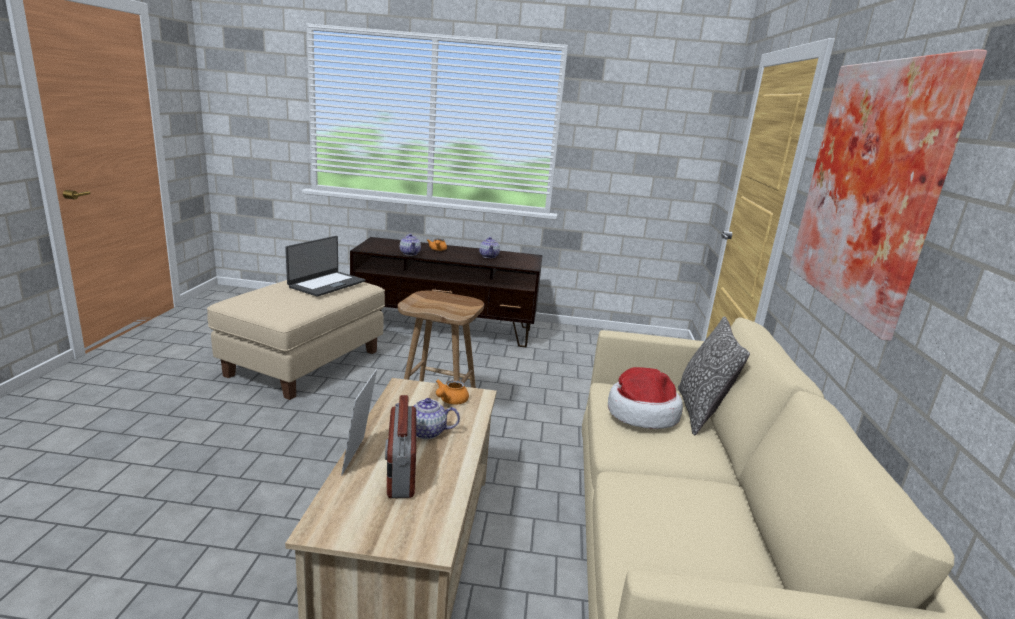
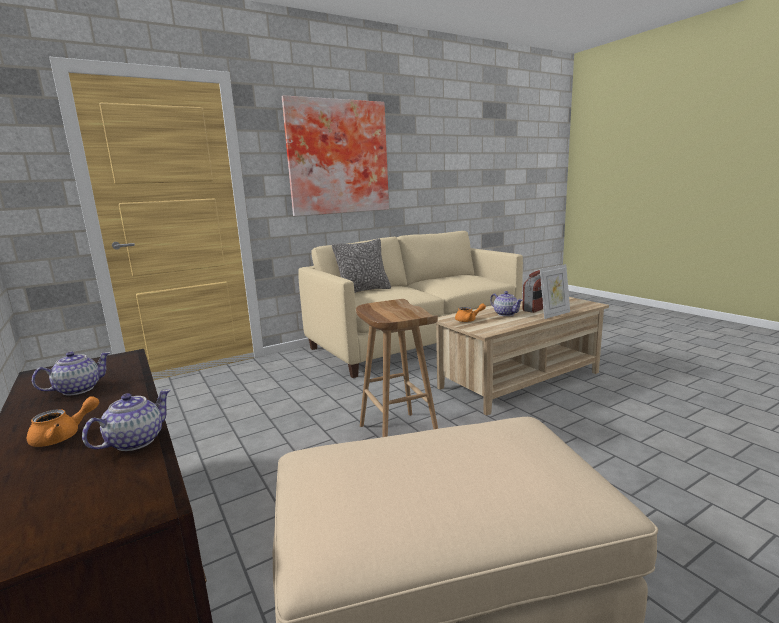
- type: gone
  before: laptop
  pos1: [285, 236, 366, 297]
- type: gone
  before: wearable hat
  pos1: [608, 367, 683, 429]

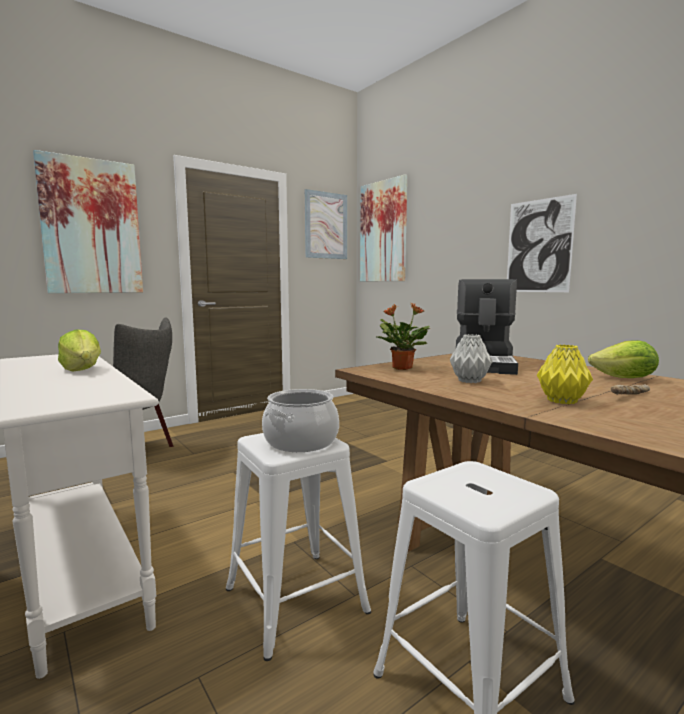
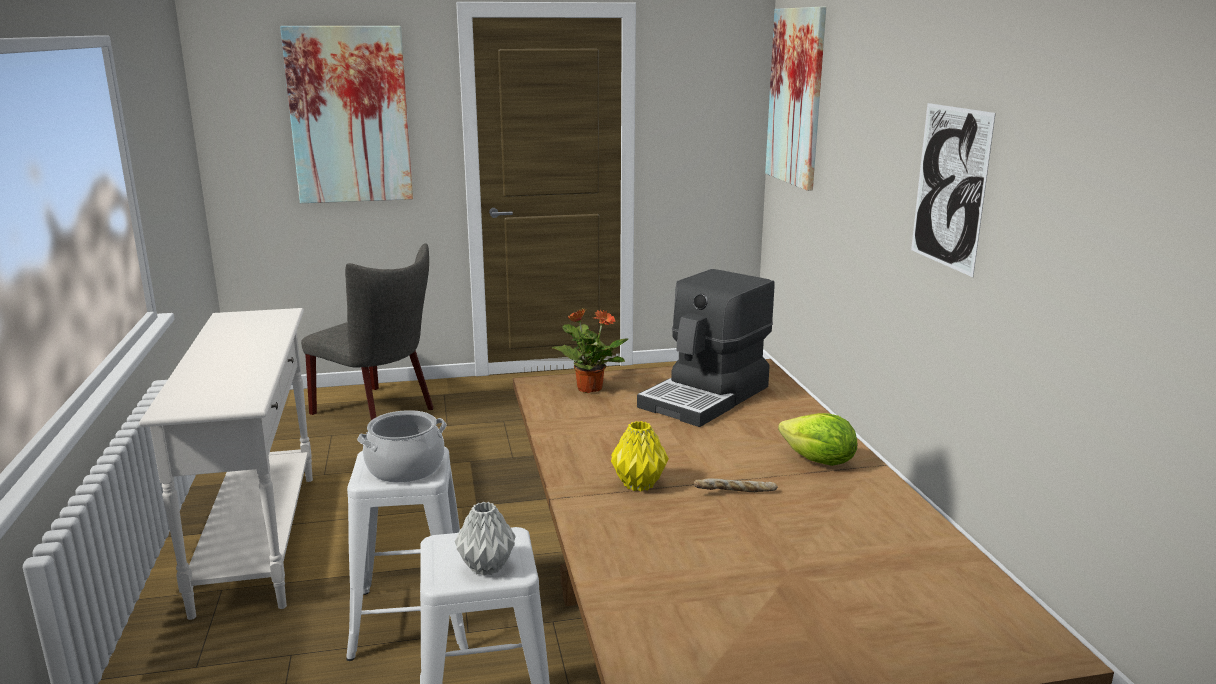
- type: gone
  before: lettuce head
  pos1: [58, 329, 101, 372]
- type: gone
  before: picture
  pos1: [305, 189, 347, 259]
- type: shifted
  before: decorative vase (greyish)
  pos1: [450, 334, 493, 383]
  pos2: [455, 502, 516, 576]

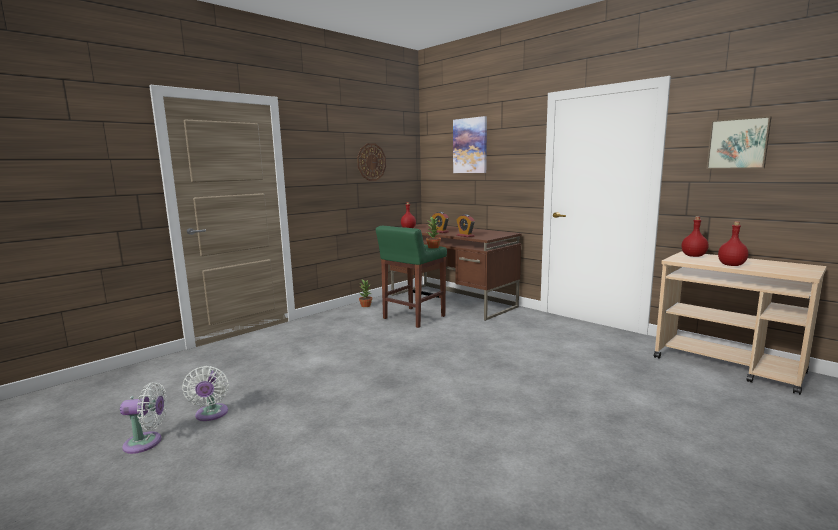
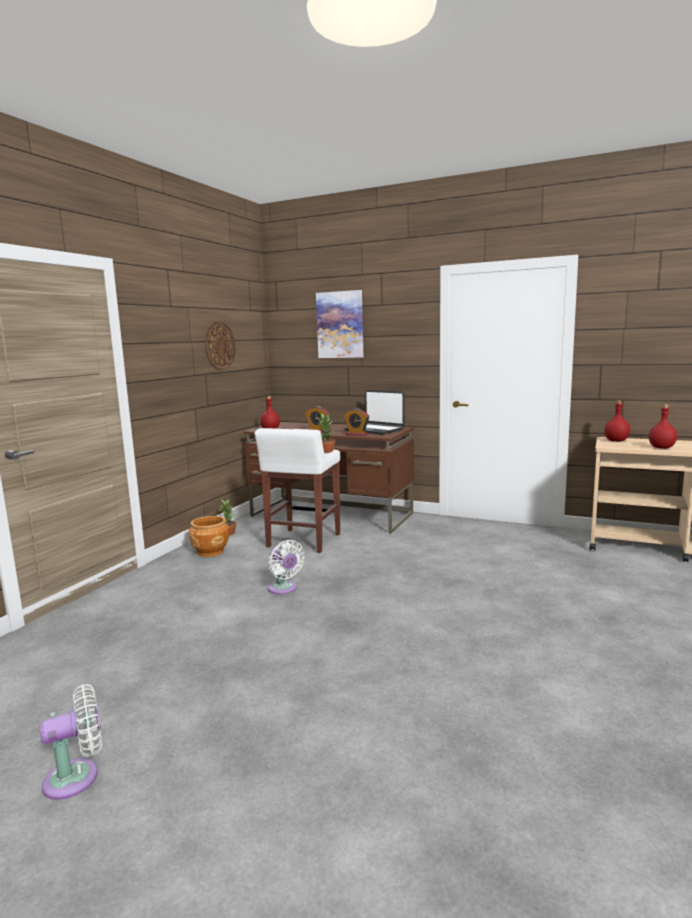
- type: gone
  before: picture
  pos1: [706, 116, 771, 169]
- type: new
  after: plant pot (brown)
  pos2: [189, 516, 229, 557]
- type: new
  after: laptop
  pos2: [344, 390, 405, 435]
- type: shifted
  before: electric fan (white-coloured)
  pos1: [182, 366, 229, 421]
  pos2: [268, 540, 305, 594]
- type: repainted
  before: stool (green-coloured)
  after: stool (white-coloured)
  pos1: [376, 226, 447, 328]
  pos2: [255, 428, 340, 553]

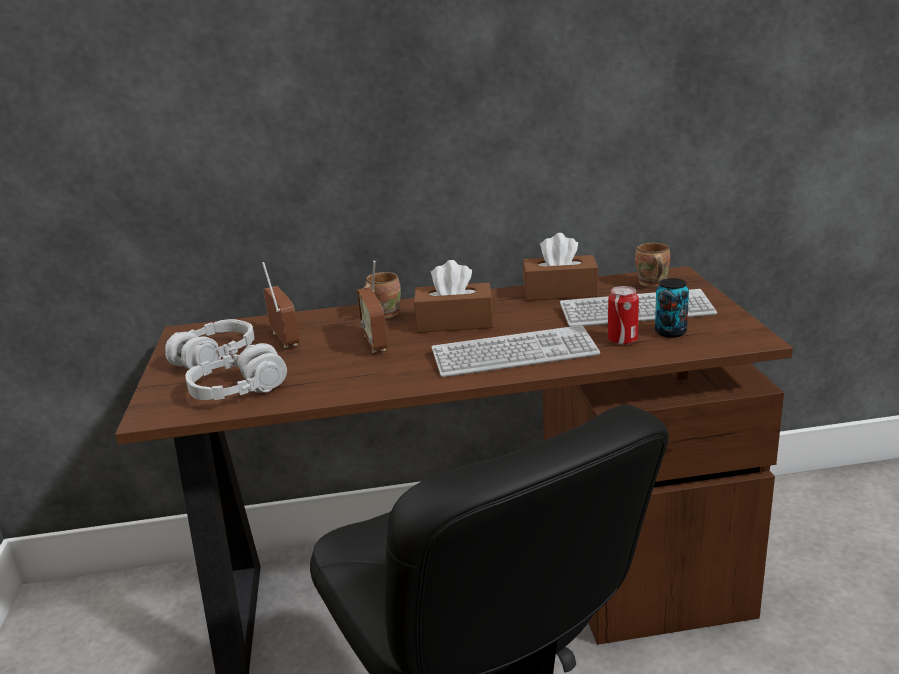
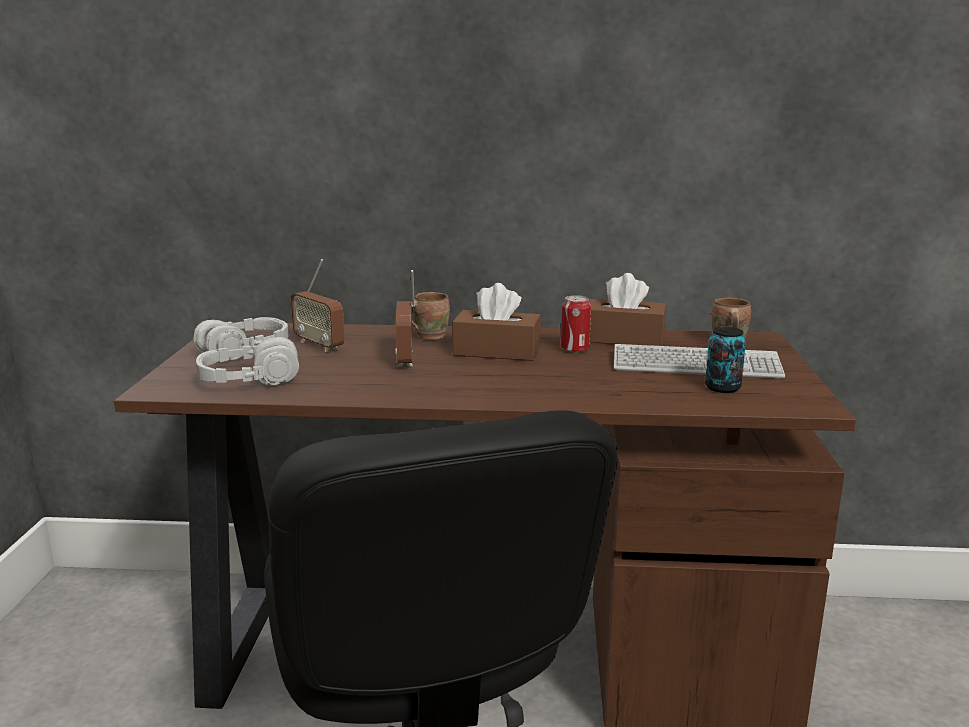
- type: gone
  before: computer keyboard
  pos1: [431, 325, 600, 377]
- type: shifted
  before: can
  pos1: [608, 286, 639, 345]
  pos2: [561, 295, 591, 353]
- type: rotated
  before: radio receiver
  pos1: [262, 262, 300, 348]
  pos2: [291, 259, 345, 352]
  turn: 150

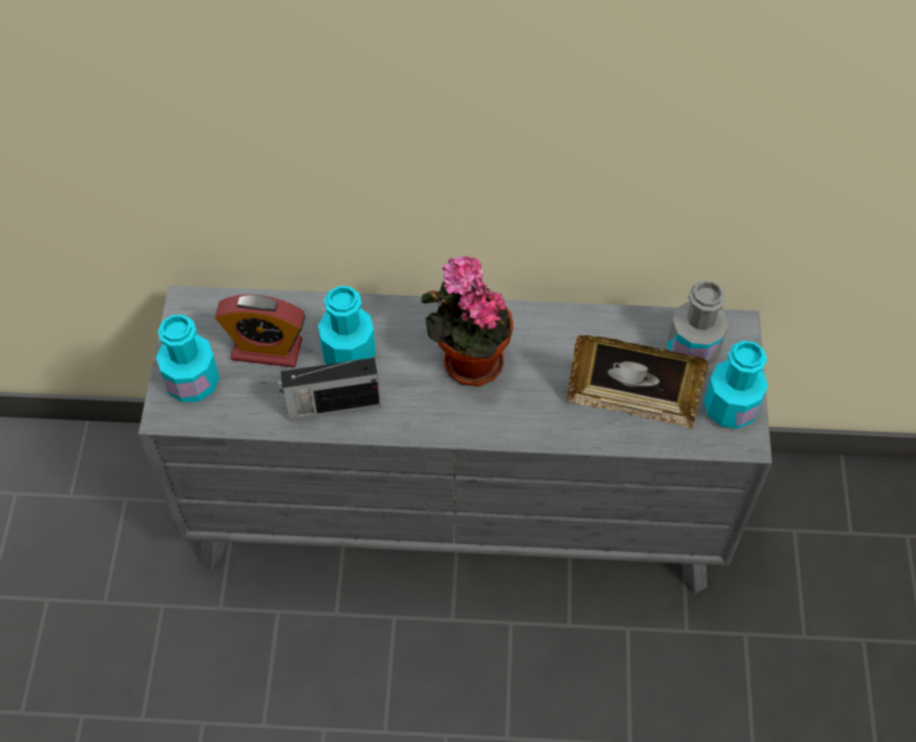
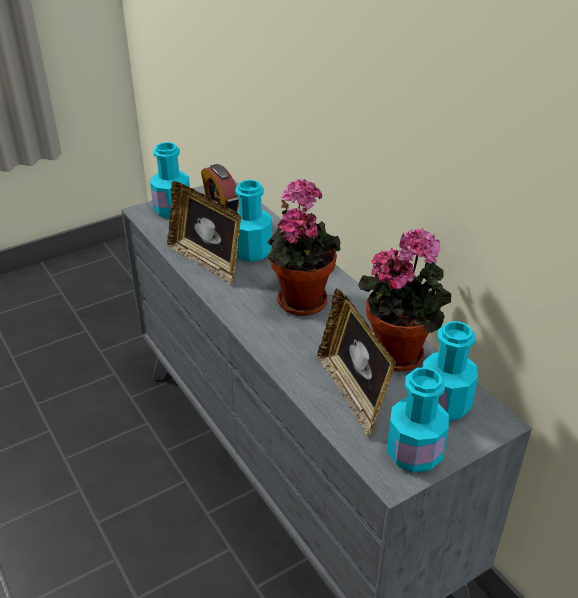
- type: new
  after: houseplant
  pos2: [358, 228, 451, 371]
- type: swapped
  before: radio receiver
  after: photo frame
  pos1: [278, 358, 380, 421]
  pos2: [167, 181, 241, 285]
- type: repainted
  before: beverage bottle (greyish)
  after: beverage bottle (turquoise)
  pos1: [667, 281, 729, 365]
  pos2: [423, 321, 478, 421]

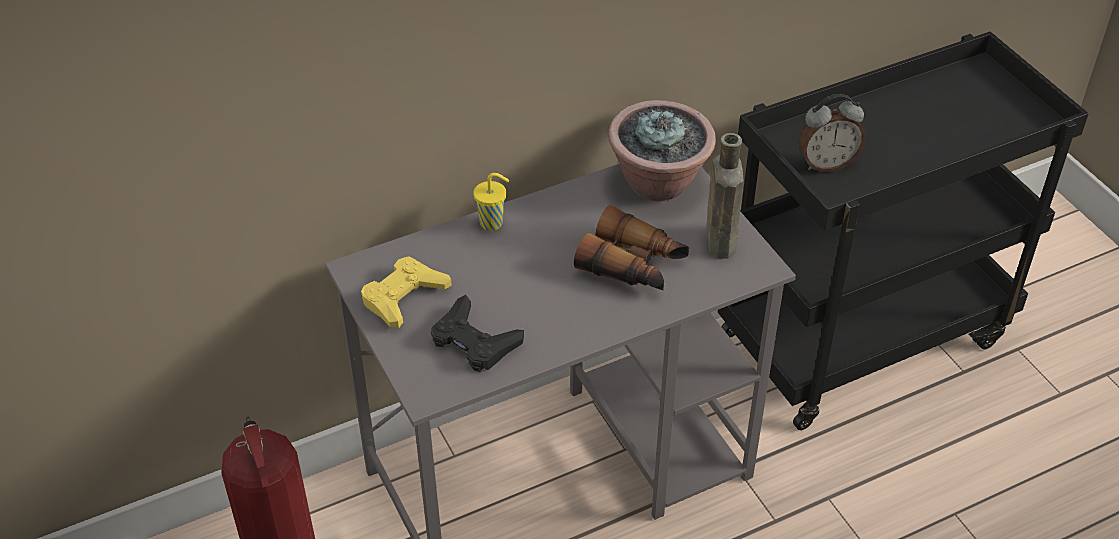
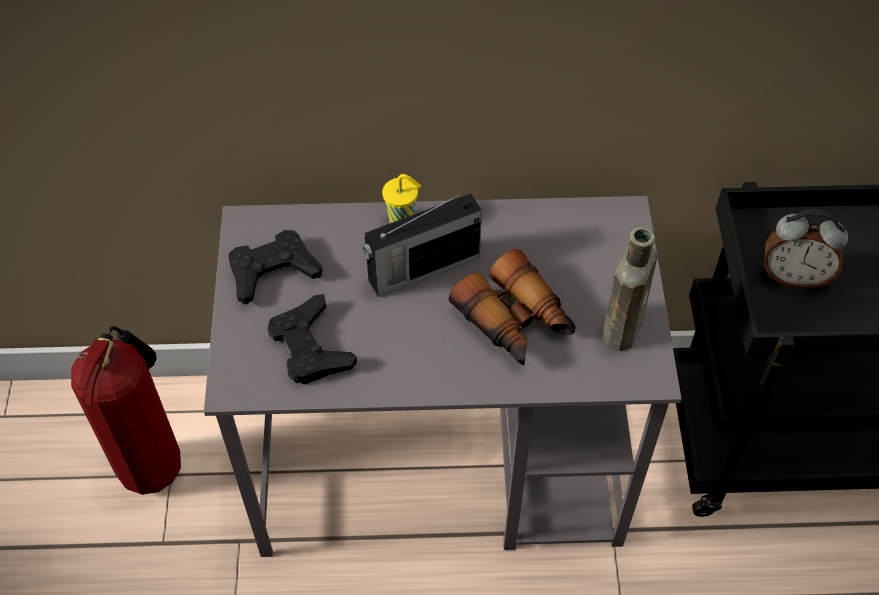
- type: gone
  before: houseplant
  pos1: [608, 100, 716, 201]
- type: new
  after: radio receiver
  pos2: [362, 193, 482, 297]
- type: repainted
  before: game controller (yellowish)
  after: game controller (blackish)
  pos1: [361, 256, 452, 328]
  pos2: [229, 230, 323, 305]

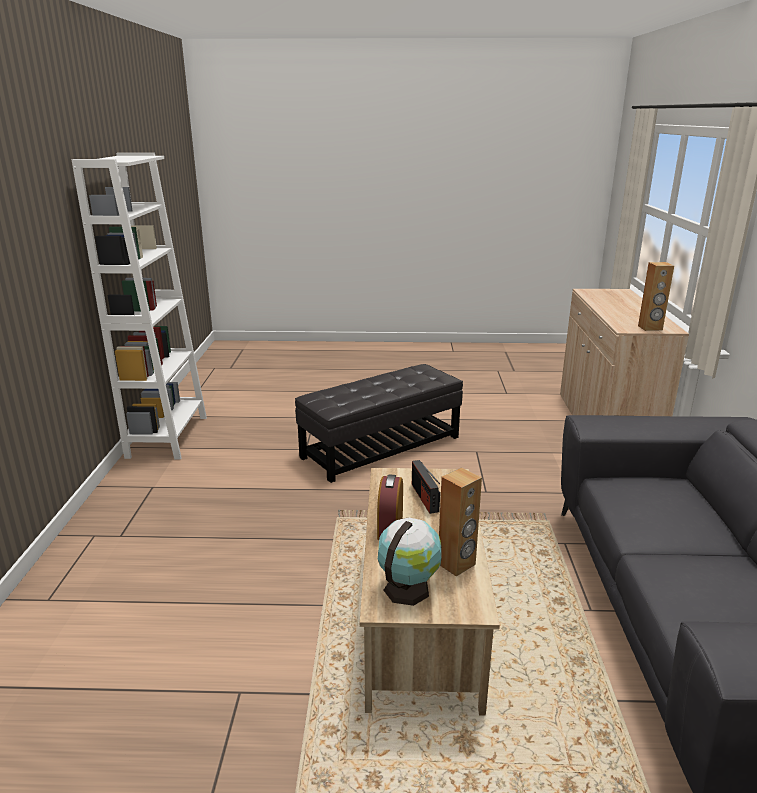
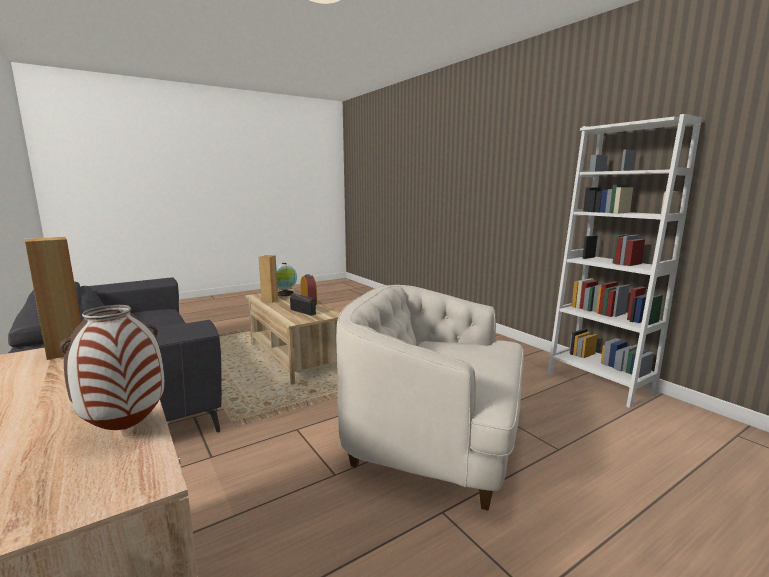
- type: new
  after: decorative vase
  pos2: [59, 305, 164, 430]
- type: swapped
  before: ottoman (blackish)
  after: armchair (white-coloured)
  pos1: [295, 364, 463, 483]
  pos2: [336, 285, 524, 511]

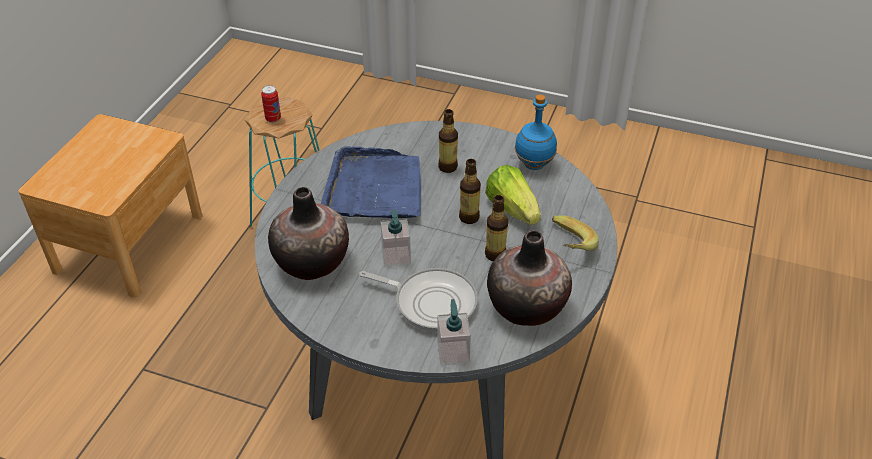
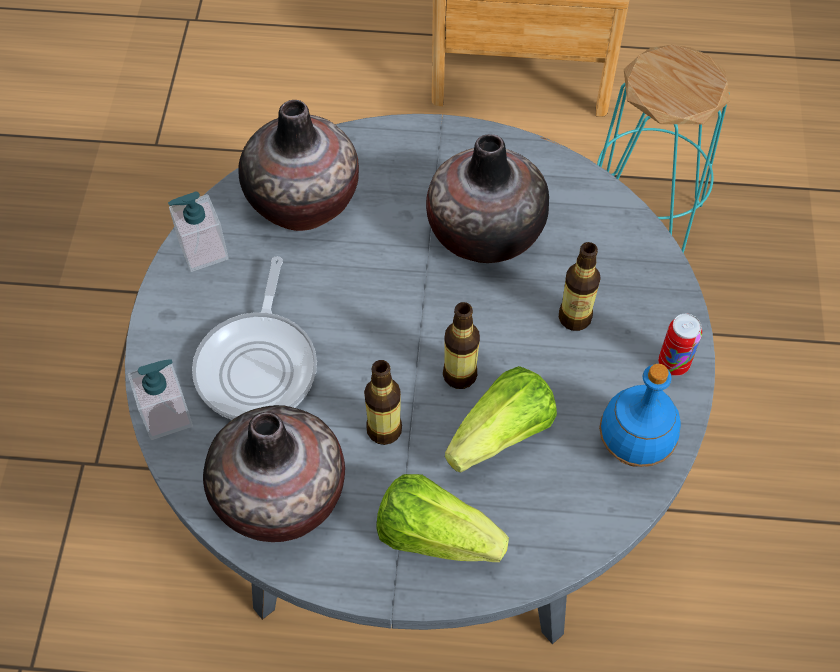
- type: shifted
  before: can
  pos1: [261, 85, 281, 123]
  pos2: [658, 314, 702, 376]
- type: shifted
  before: soap bottle
  pos1: [380, 210, 411, 267]
  pos2: [168, 191, 229, 272]
- type: swapped
  before: tray (bluish)
  after: decorative vase
  pos1: [321, 146, 421, 218]
  pos2: [426, 134, 549, 263]
- type: swapped
  before: banana fruit
  after: lettuce head
  pos1: [552, 215, 599, 251]
  pos2: [376, 474, 509, 562]

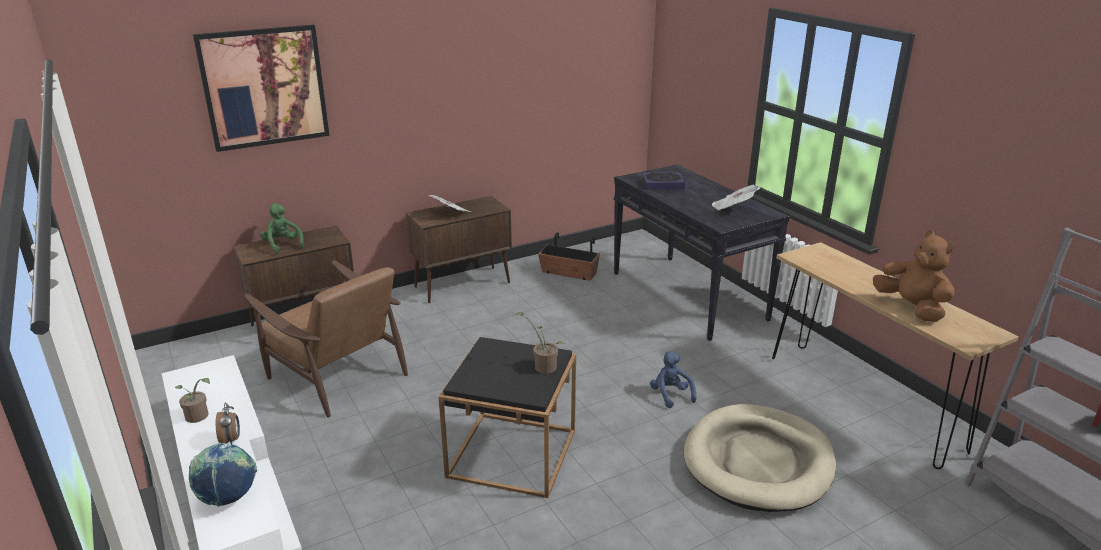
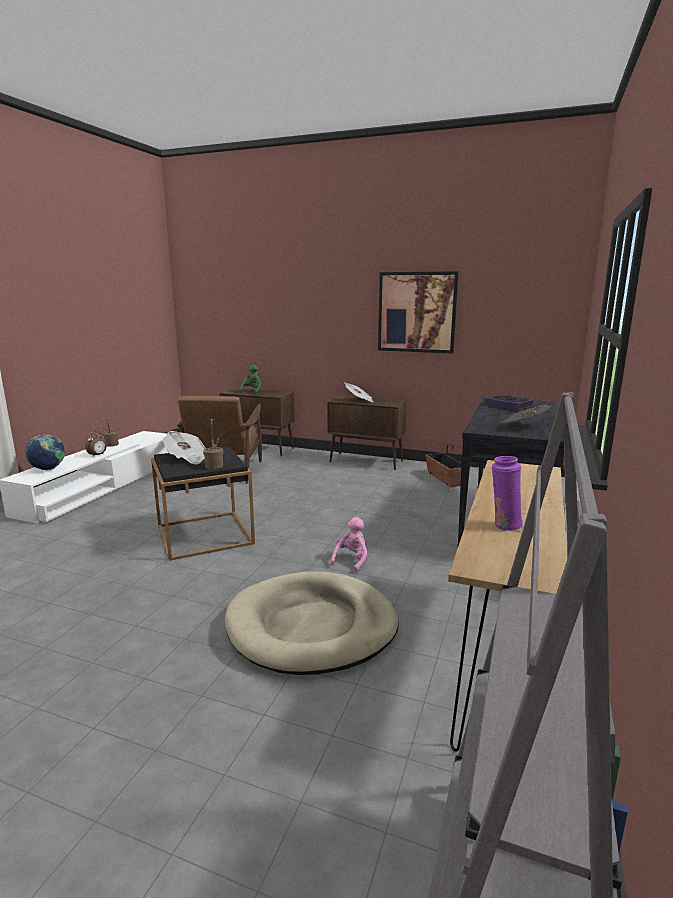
- type: new
  after: newspaper
  pos2: [162, 431, 206, 464]
- type: shifted
  before: picture
  pos1: [193, 24, 329, 152]
  pos2: [378, 271, 459, 354]
- type: swapped
  before: soft toy (brown)
  after: decorative vase (purplish)
  pos1: [873, 230, 955, 322]
  pos2: [492, 456, 523, 531]
- type: repainted
  before: soft toy (bluish)
  after: soft toy (pinkish)
  pos1: [650, 351, 696, 408]
  pos2: [330, 517, 367, 573]

